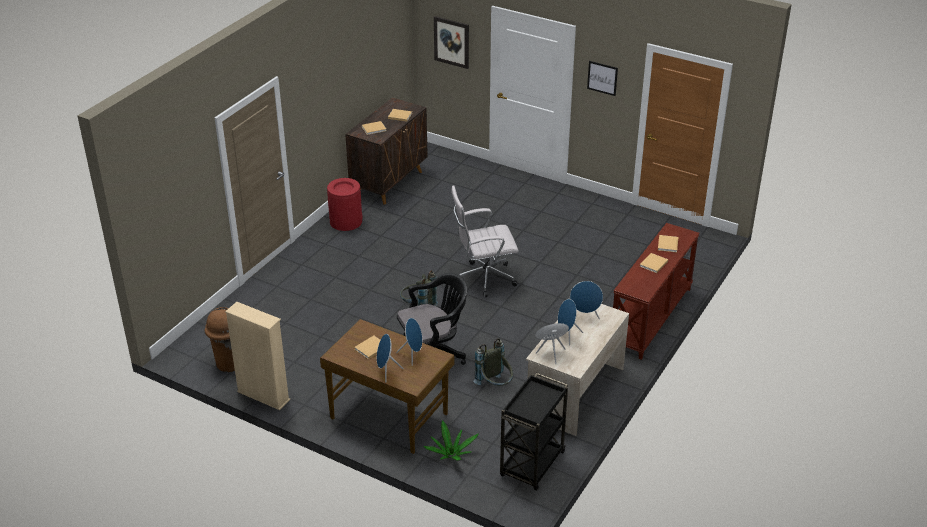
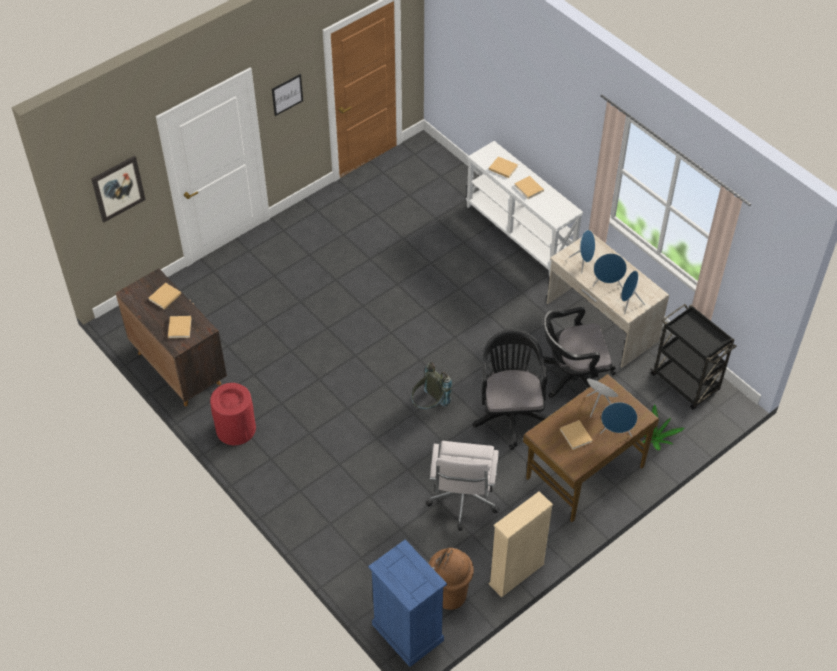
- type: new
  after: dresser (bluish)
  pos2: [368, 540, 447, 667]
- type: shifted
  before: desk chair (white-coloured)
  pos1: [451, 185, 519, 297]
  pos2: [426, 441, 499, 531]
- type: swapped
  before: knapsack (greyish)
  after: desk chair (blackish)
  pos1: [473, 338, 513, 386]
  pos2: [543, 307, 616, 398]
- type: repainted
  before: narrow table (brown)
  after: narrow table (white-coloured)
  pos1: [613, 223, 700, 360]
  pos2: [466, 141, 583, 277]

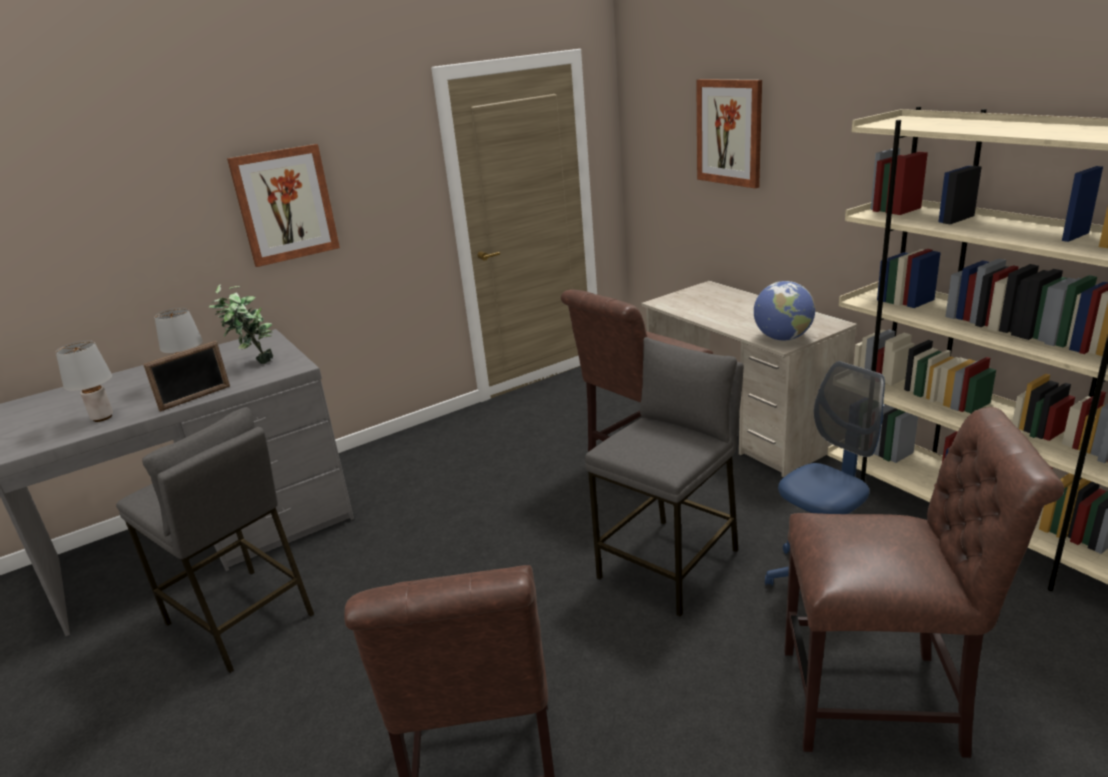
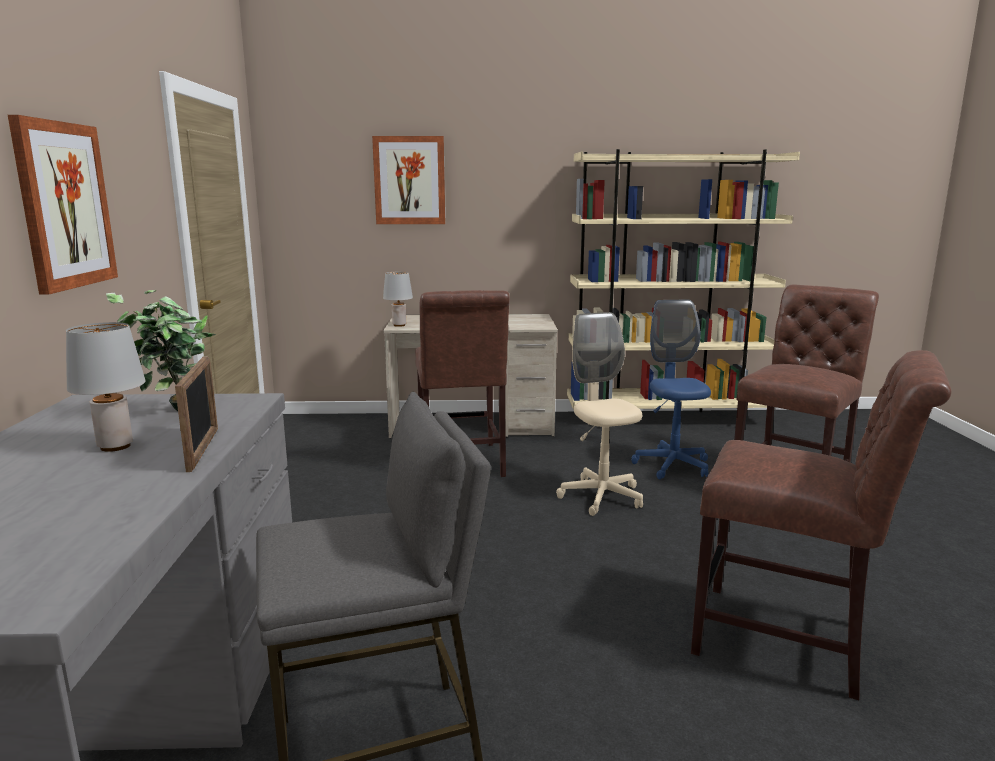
- type: gone
  before: globe
  pos1: [754, 281, 815, 341]
- type: shifted
  before: lamp for a table (greyish)
  pos1: [56, 341, 113, 422]
  pos2: [383, 272, 413, 327]
- type: swapped
  before: stool (greyish)
  after: desk chair (beige)
  pos1: [585, 337, 744, 617]
  pos2: [556, 312, 643, 516]

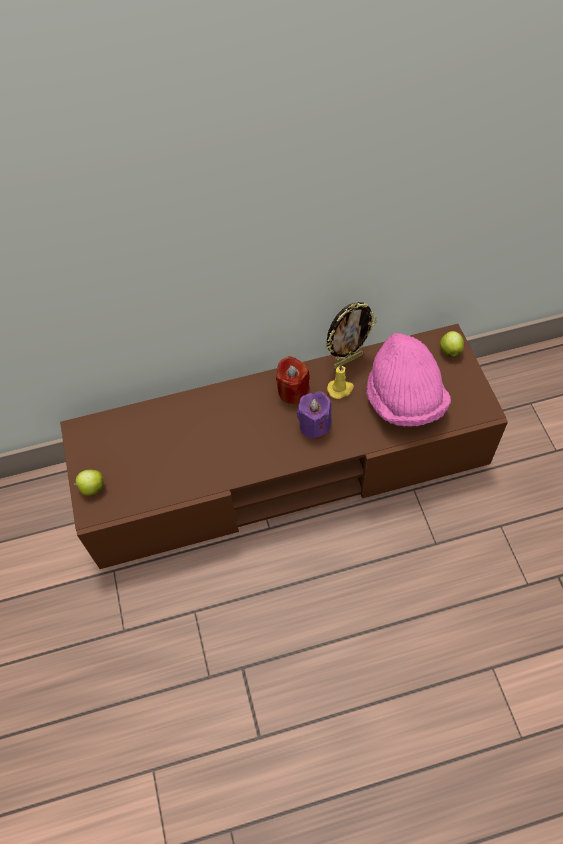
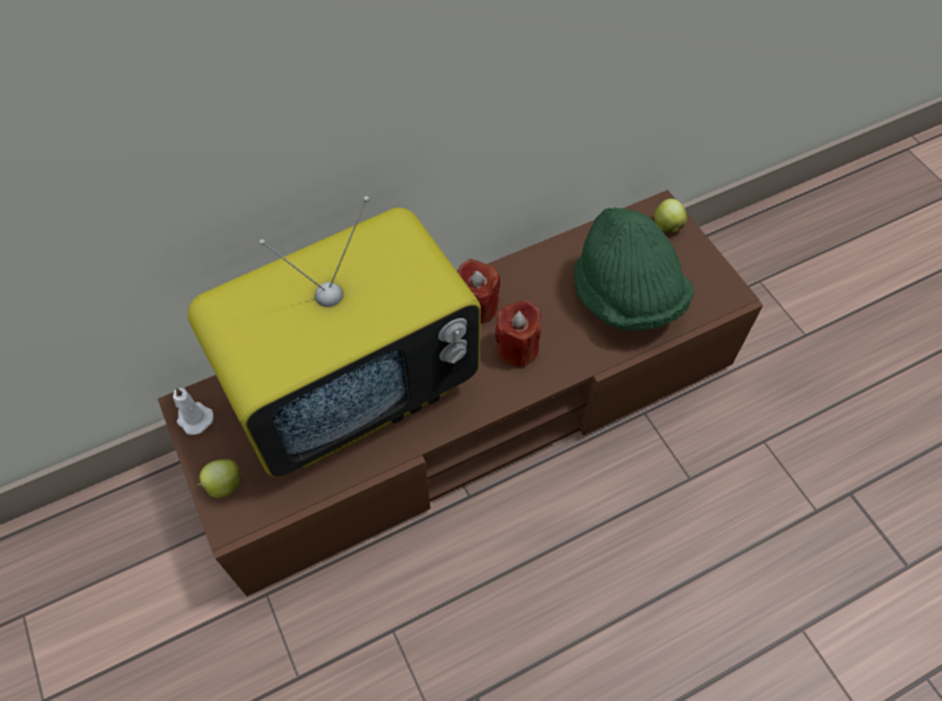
- type: gone
  before: photo frame
  pos1: [325, 302, 377, 369]
- type: gone
  before: wax candle (yellowish)
  pos1: [327, 364, 354, 399]
- type: new
  after: wax candle (white-coloured)
  pos2: [173, 387, 214, 435]
- type: new
  after: TV
  pos2: [188, 196, 481, 477]
- type: repainted
  before: wax candle (purplish)
  after: wax candle (reddish)
  pos1: [297, 391, 332, 440]
  pos2: [495, 300, 541, 367]
- type: repainted
  before: wearable hat (pinkish)
  after: wearable hat (green-coloured)
  pos1: [366, 333, 451, 427]
  pos2: [574, 207, 694, 331]

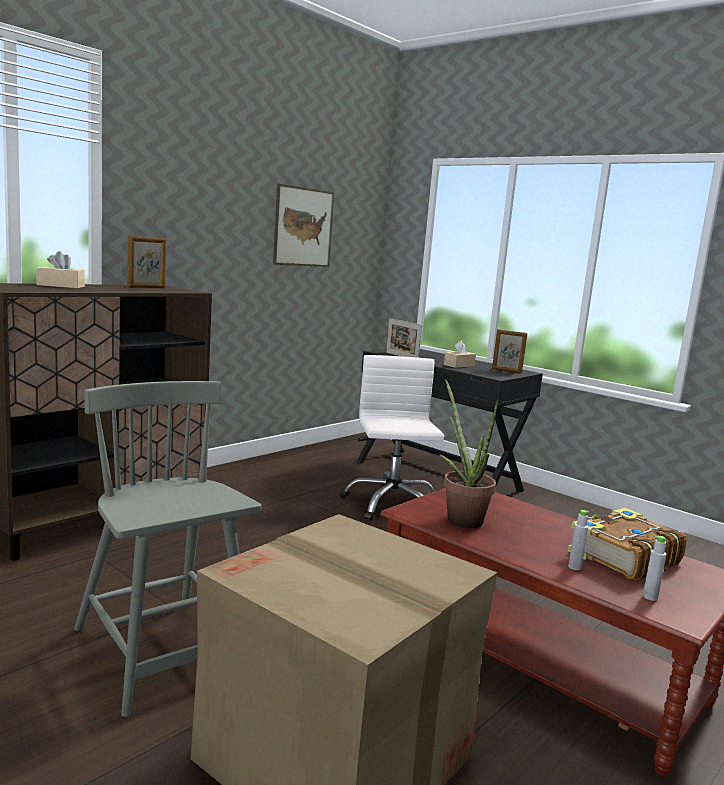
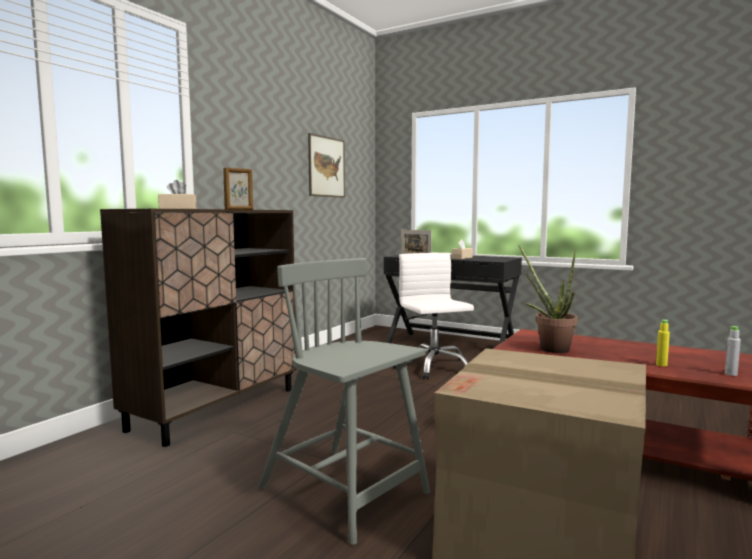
- type: gone
  before: photo frame
  pos1: [492, 329, 528, 374]
- type: gone
  before: book
  pos1: [568, 508, 687, 580]
- type: repainted
  before: beverage bottle (greyish)
  after: beverage bottle (yellowish)
  pos1: [568, 510, 590, 570]
  pos2: [656, 320, 670, 366]

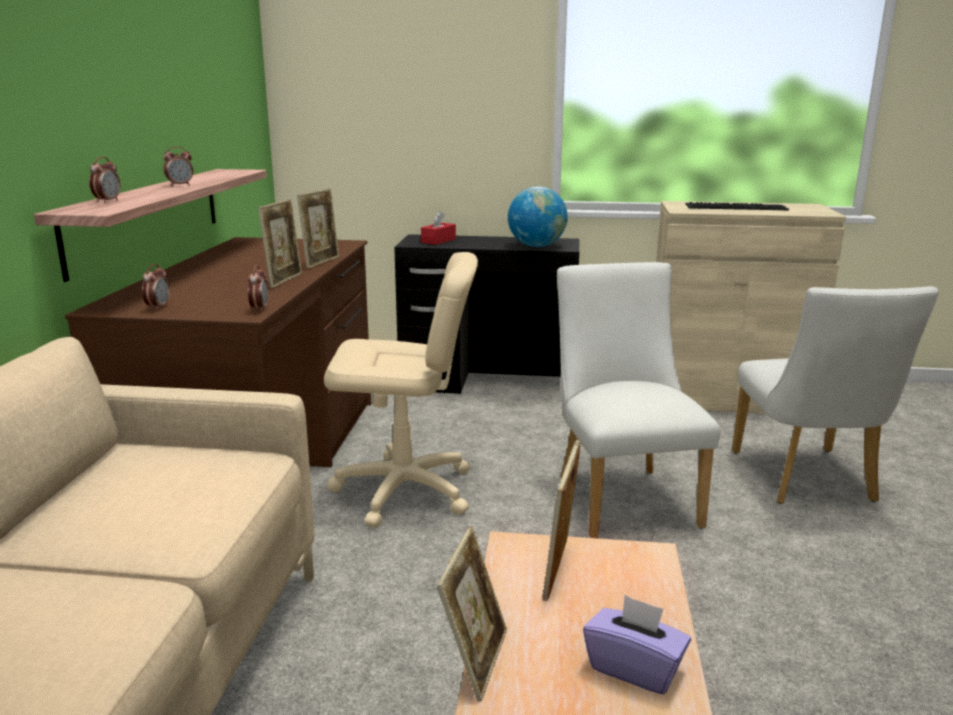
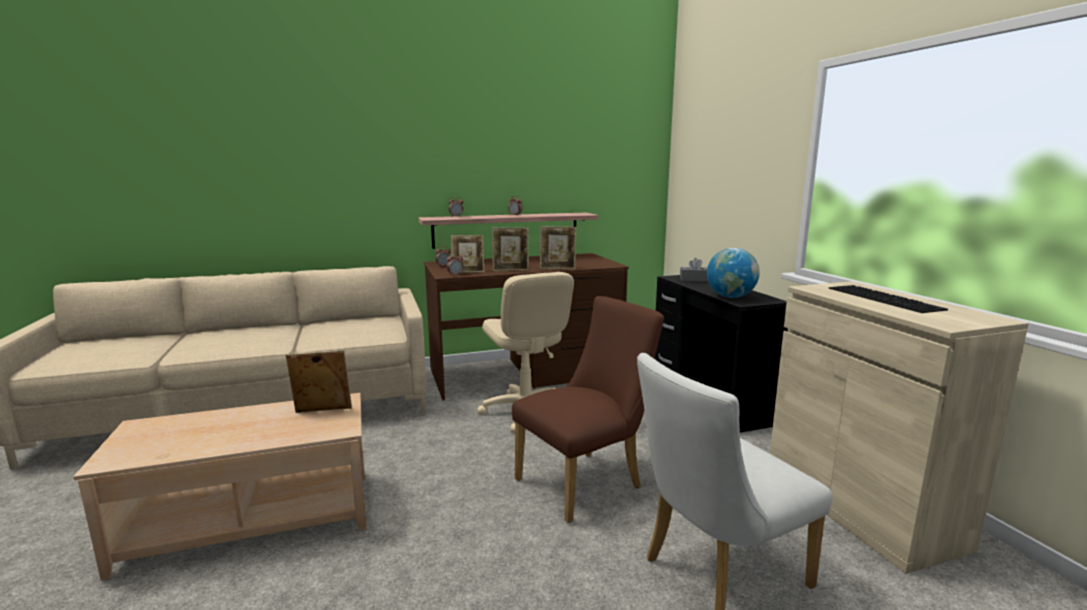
- type: gone
  before: box of tissues (purplish)
  pos1: [583, 595, 691, 695]
- type: shifted
  before: photo frame
  pos1: [437, 526, 507, 702]
  pos2: [451, 235, 485, 273]
- type: repainted
  before: box of tissues (reddish)
  after: box of tissues (greyish)
  pos1: [421, 211, 456, 245]
  pos2: [680, 258, 708, 282]
- type: repainted
  before: upright chair (white-coloured)
  after: upright chair (brown)
  pos1: [557, 262, 720, 538]
  pos2: [512, 296, 664, 523]

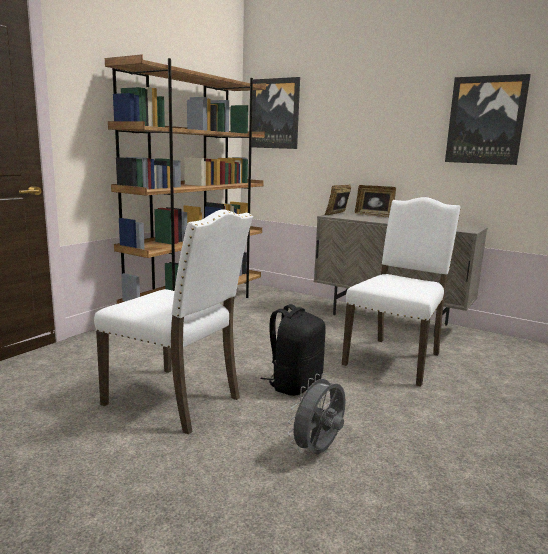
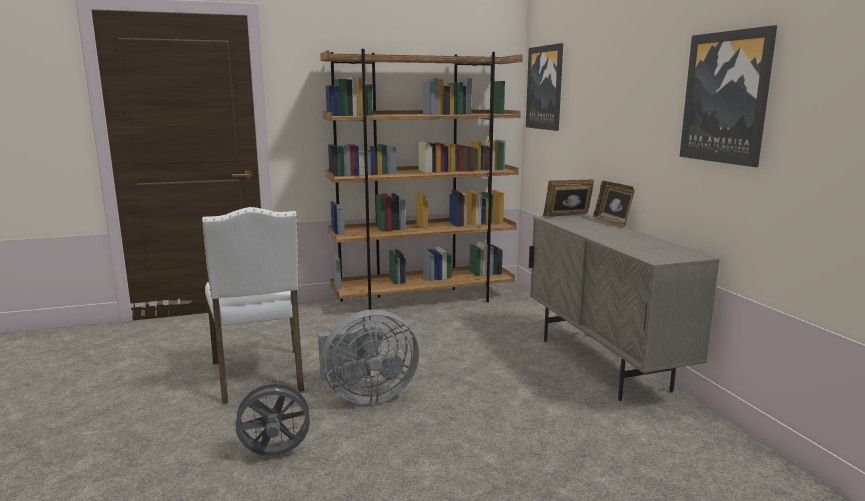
- type: gone
  before: upright chair (white-coloured)
  pos1: [342, 197, 461, 387]
- type: swapped
  before: knapsack (blackish)
  after: electric fan (greyish)
  pos1: [261, 304, 326, 396]
  pos2: [318, 310, 419, 405]

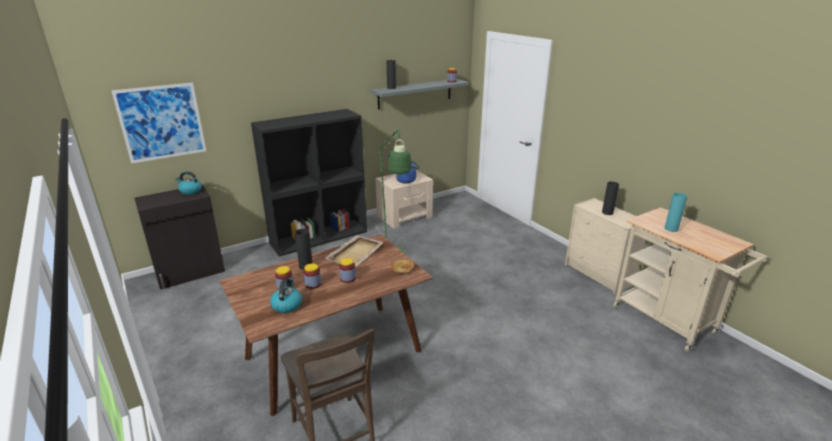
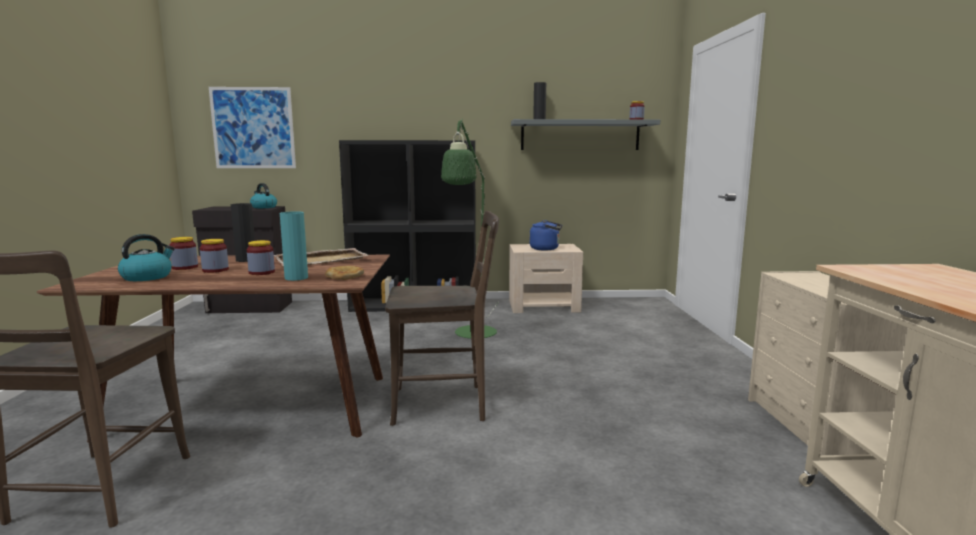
- type: gone
  before: decorative vase (blackish)
  pos1: [602, 182, 619, 215]
- type: new
  after: upright chair (brown)
  pos2: [385, 211, 499, 426]
- type: shifted
  before: decorative vase (turquoise)
  pos1: [665, 193, 687, 232]
  pos2: [280, 211, 308, 281]

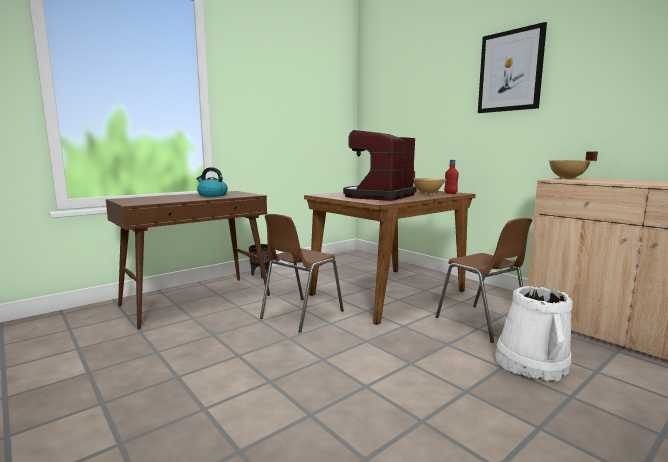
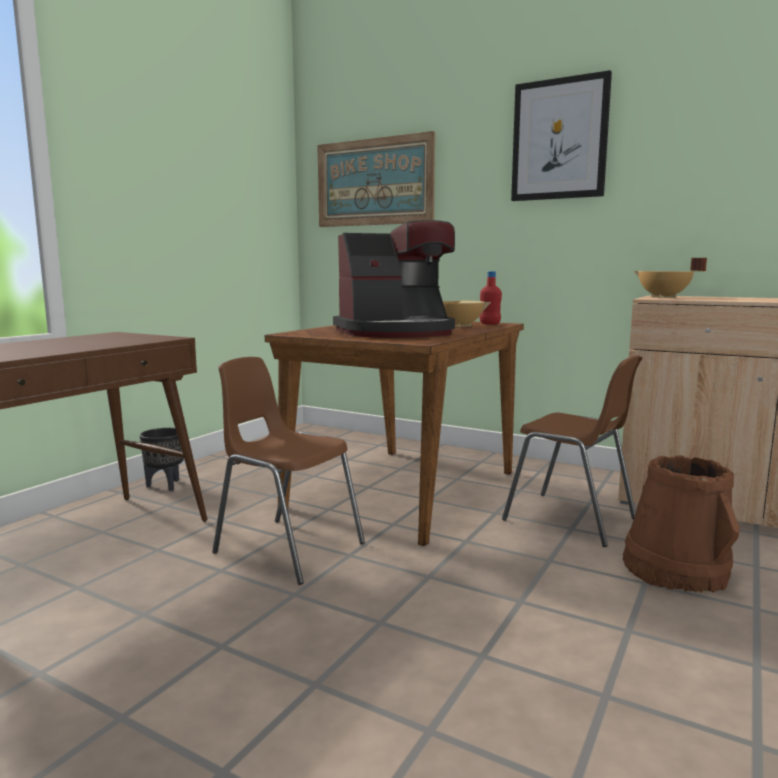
- type: gone
  before: tea kettle
  pos1: [196, 167, 228, 197]
- type: new
  after: picture
  pos2: [317, 131, 435, 227]
- type: repainted
  before: water bucket (white-coloured)
  after: water bucket (brown)
  pos1: [495, 286, 573, 381]
  pos2: [623, 455, 740, 593]
- type: rotated
  before: upright chair (brown)
  pos1: [260, 214, 344, 333]
  pos2: [212, 357, 365, 585]
  turn: 105
- type: rotated
  before: coffee machine
  pos1: [343, 130, 417, 201]
  pos2: [333, 220, 455, 338]
  turn: -120

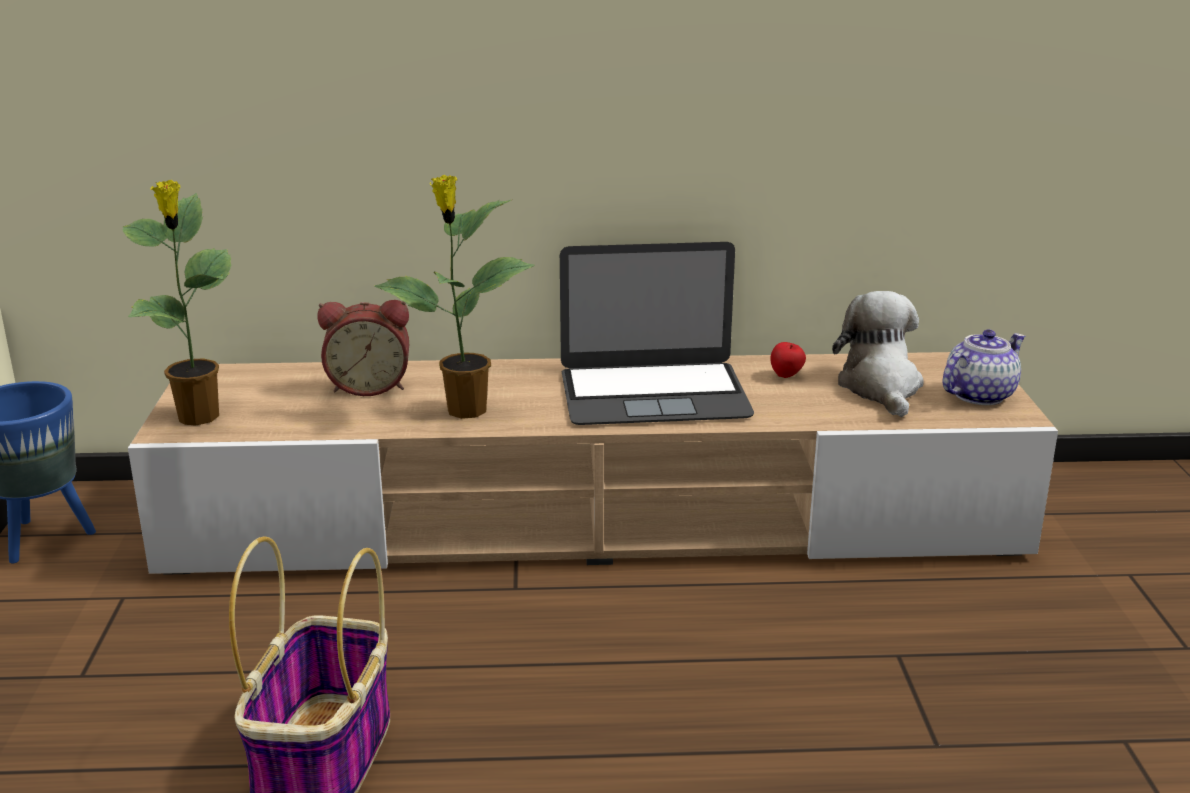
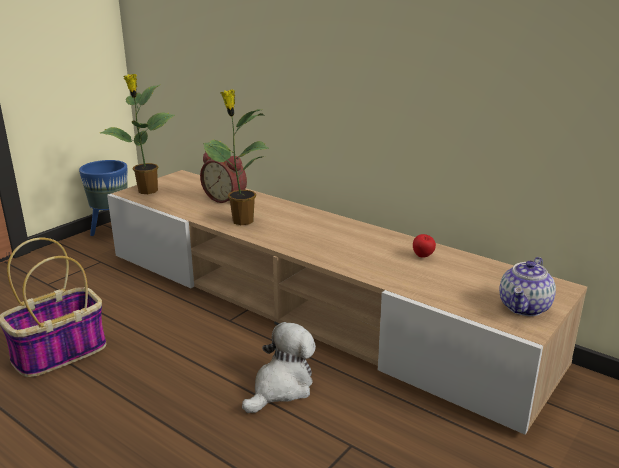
- type: gone
  before: laptop
  pos1: [560, 242, 754, 425]
- type: shifted
  before: soft toy
  pos1: [832, 291, 924, 417]
  pos2: [242, 322, 316, 413]
- type: rotated
  before: tea pot
  pos1: [943, 329, 1025, 405]
  pos2: [499, 257, 556, 316]
  turn: 120

